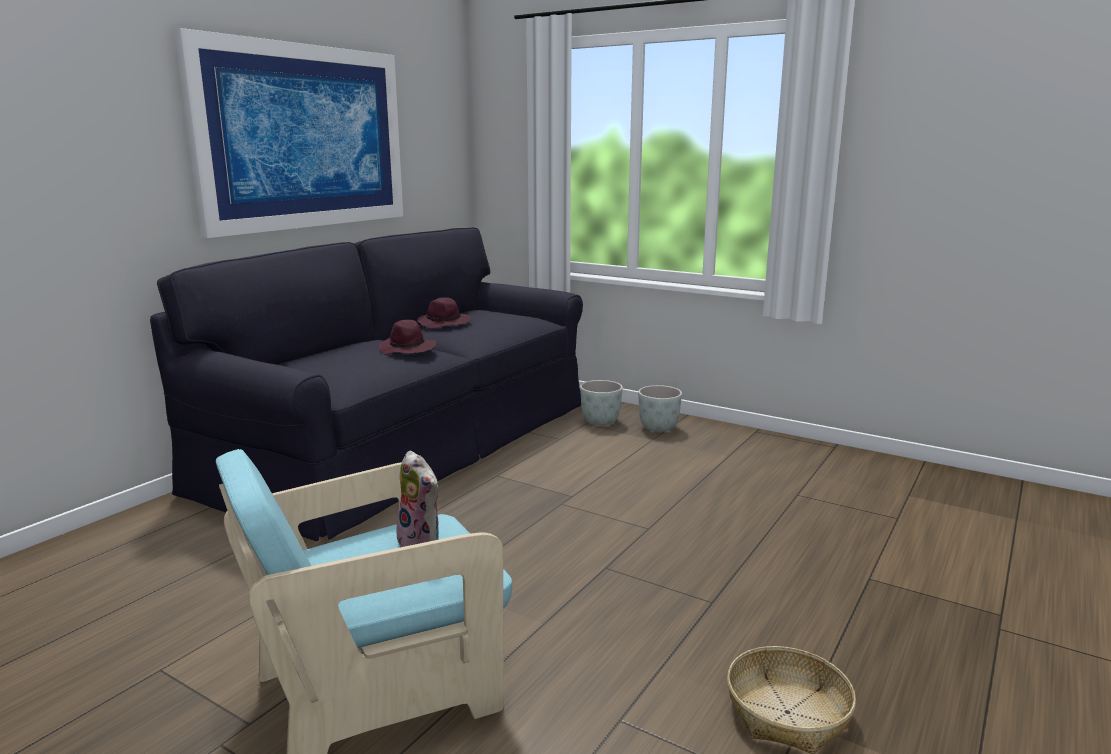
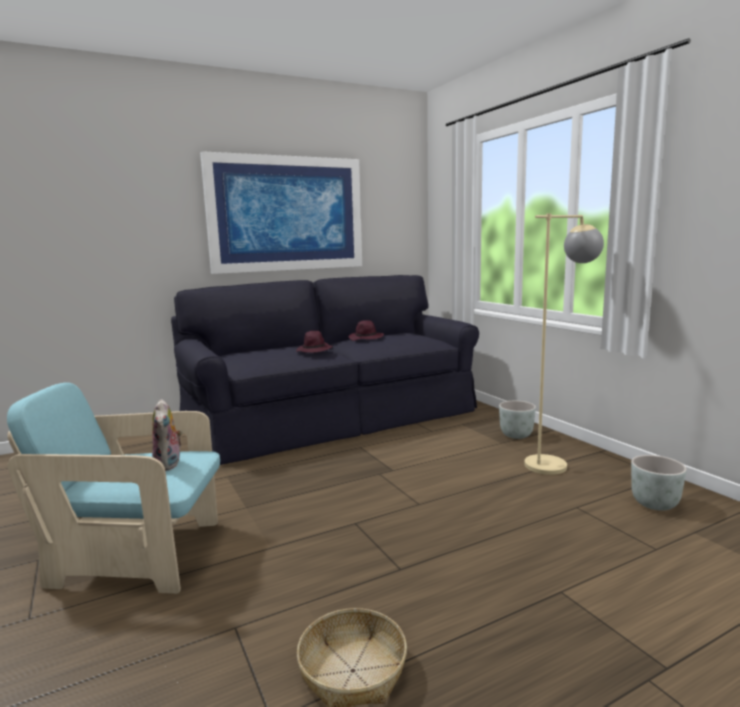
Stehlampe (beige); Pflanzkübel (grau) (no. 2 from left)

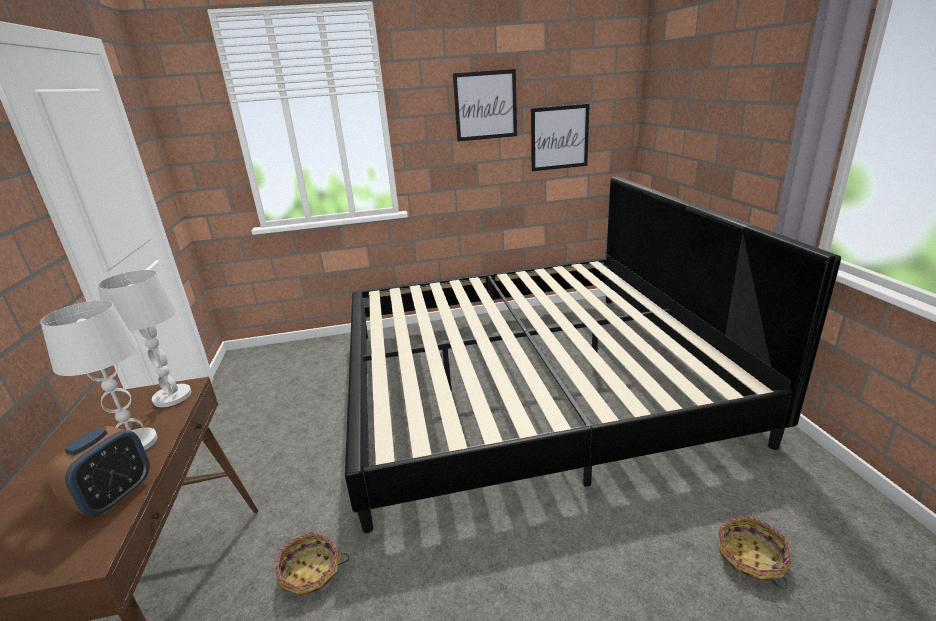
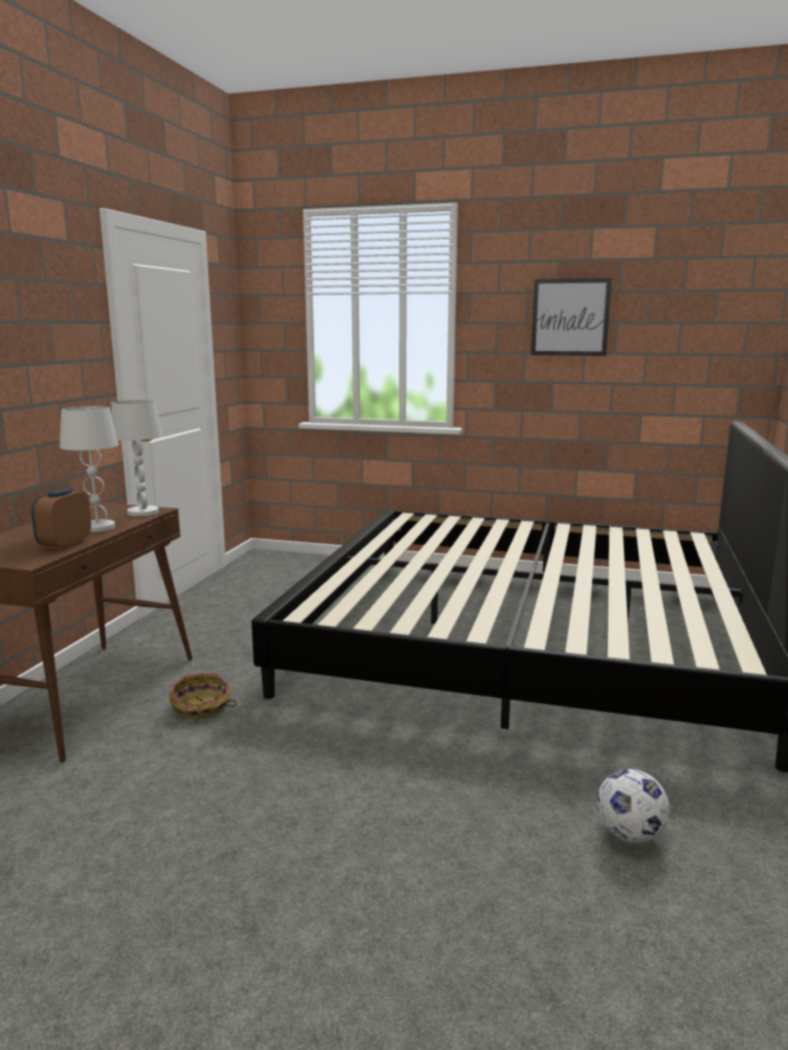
Wecker; Fußball; Bild (no. 2 from left in the first image)

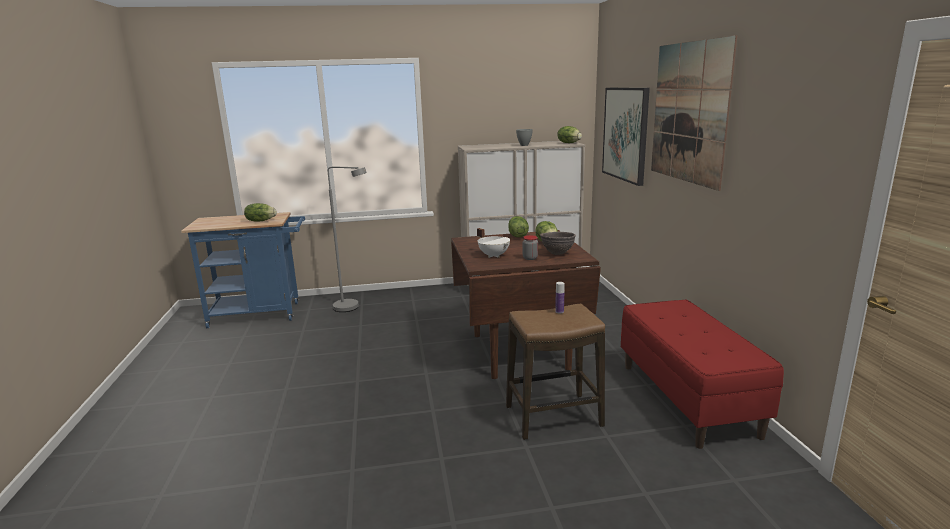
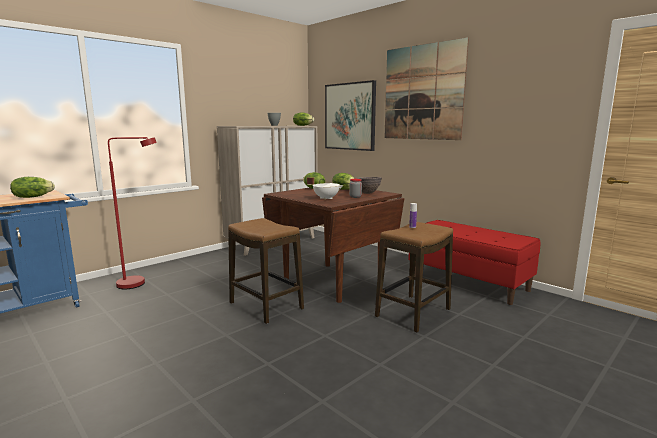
Stehlampe (rot); Hocker (no. 1 from left)

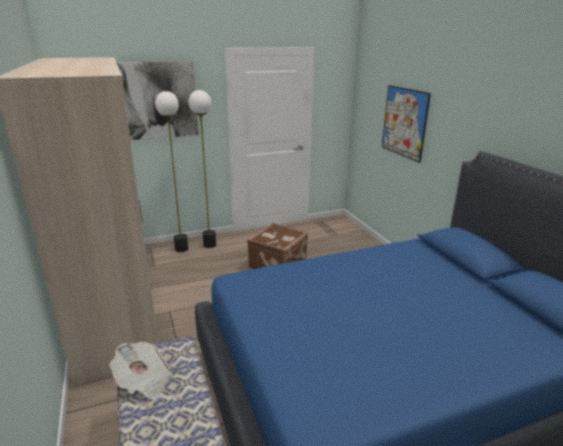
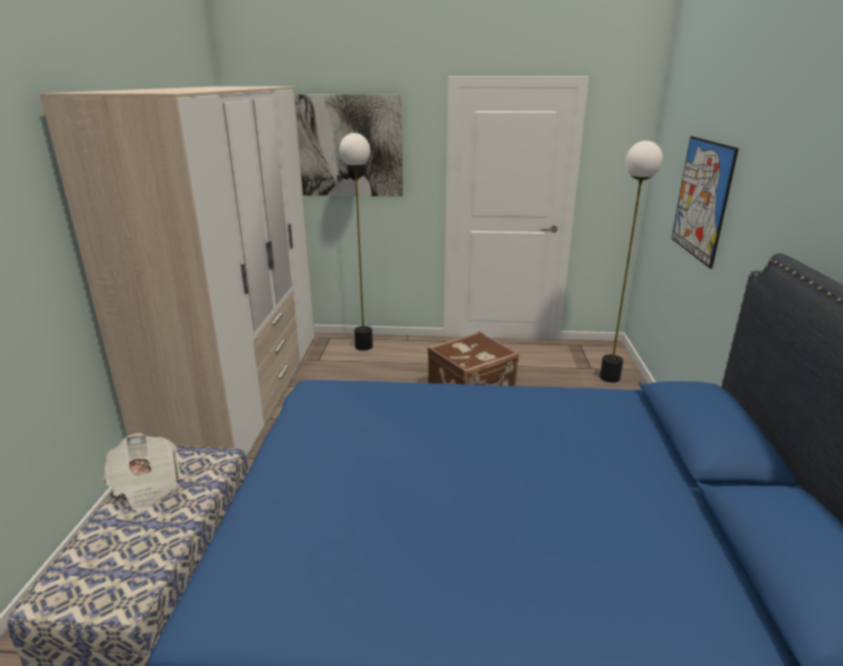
Stehlampe (no. 2 from left)

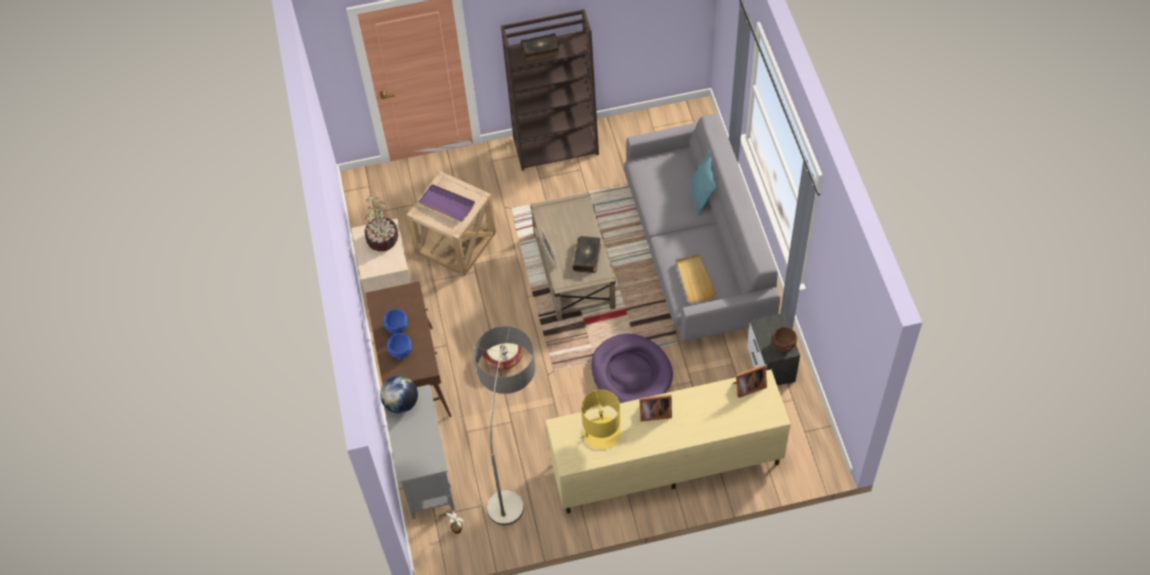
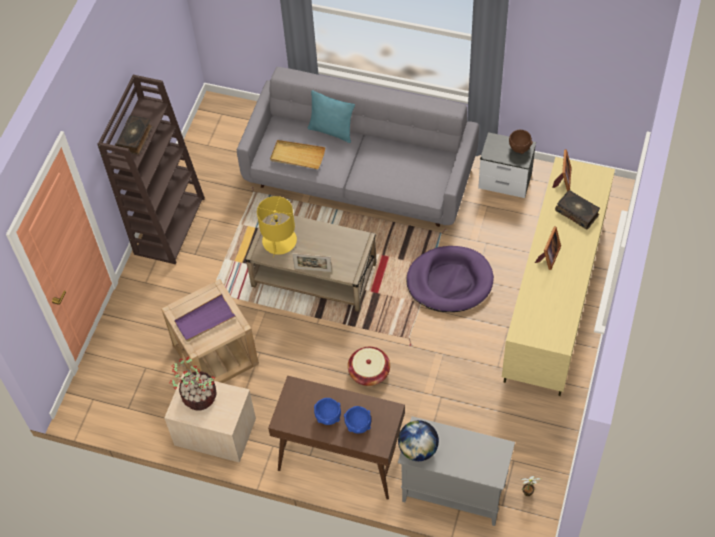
Tischlampe (gelb); Tablett (beige); Buch (no. 2 from left); Stehlampe

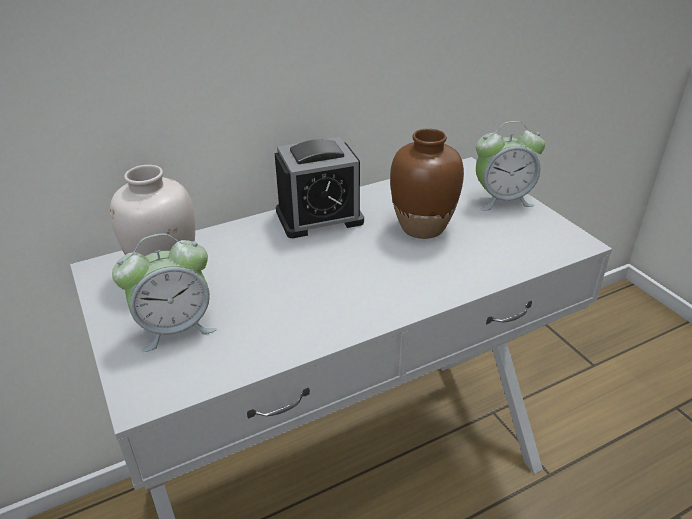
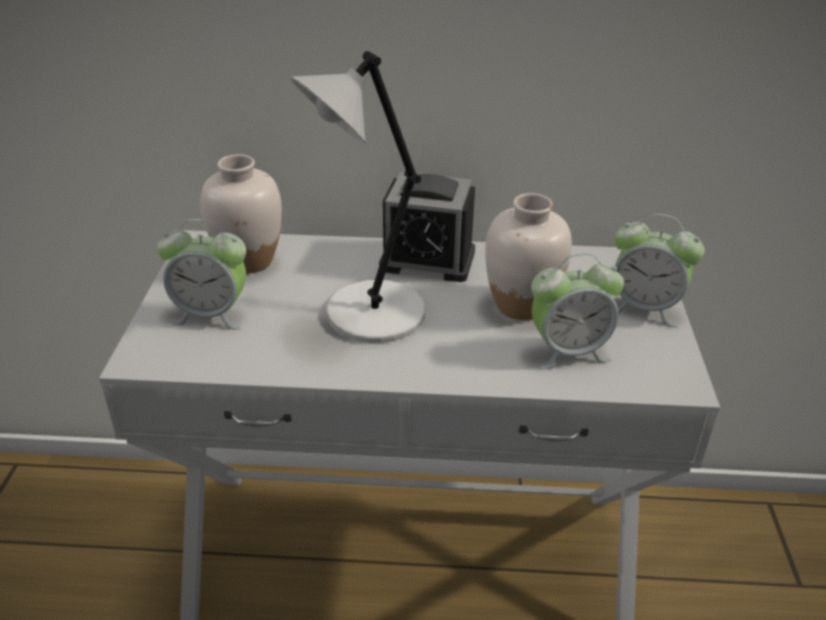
Tischlampe (grau); Vase (weiß) (no. 2 from left); Wecker (no. 3 from left)

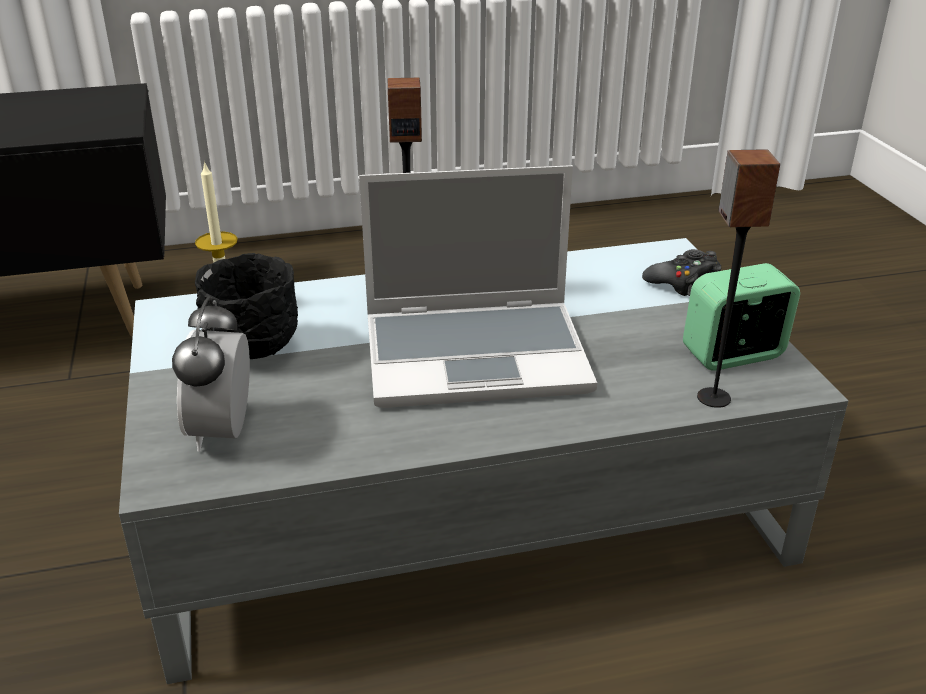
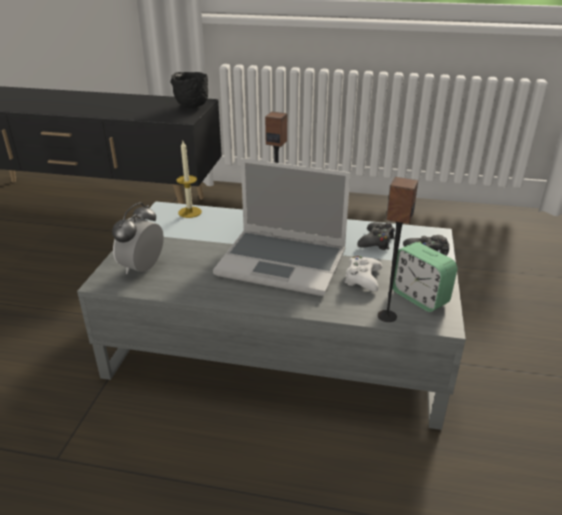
Schüssel (schwarz); Gamepad (weiß); Gamepad (schwarz) (no. 1 from left); Wecker (no. 2 from left)

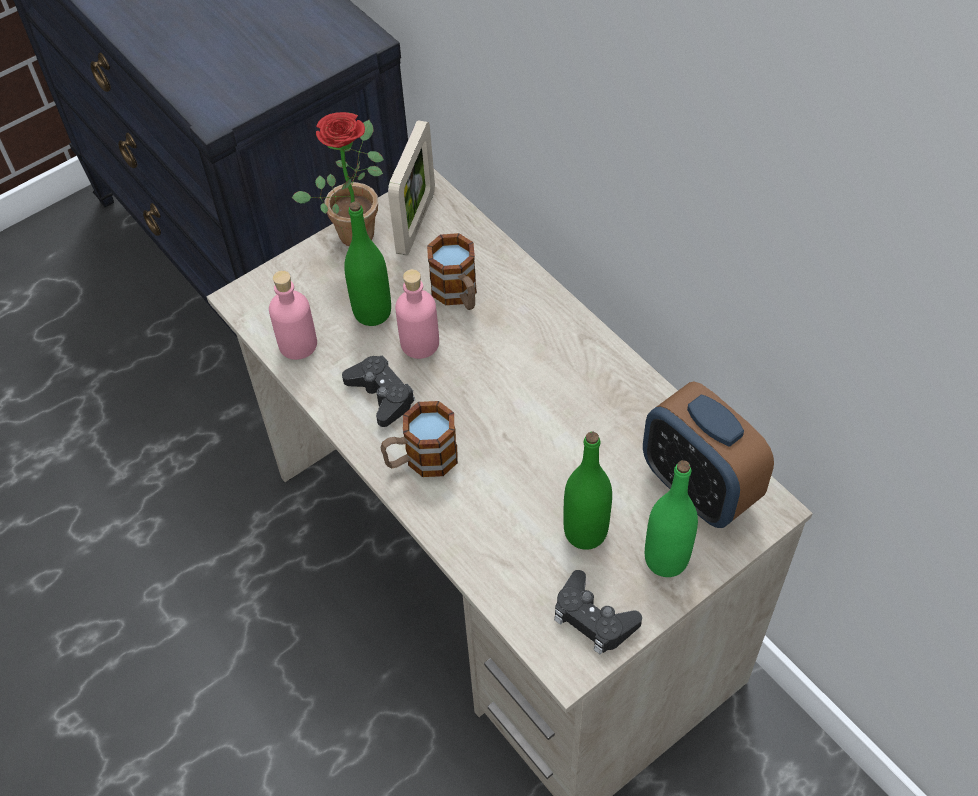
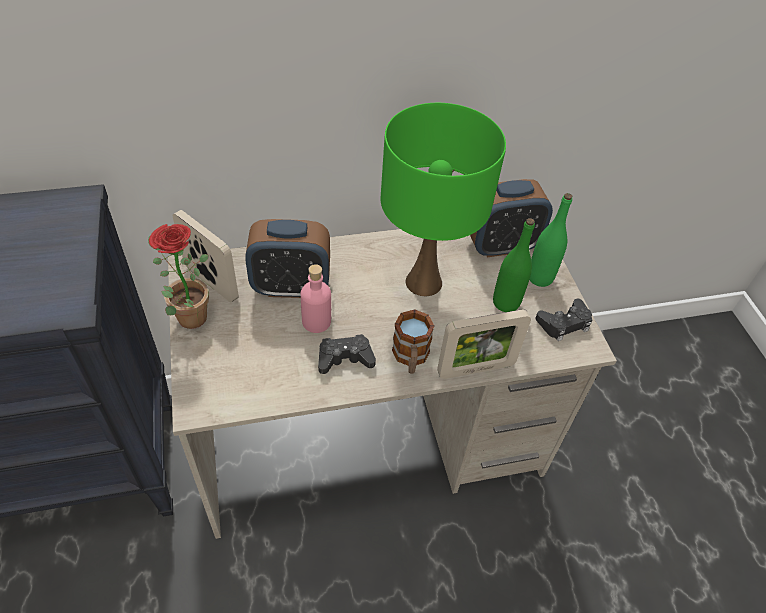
Wecker (no. 1 from left); Tischlampe (grün); Bilderrahmen (no. 2 from left); Flasche (rosa) (no. 1 from left in the first image); Flasche (grün) (no. 1 from left in the first image)

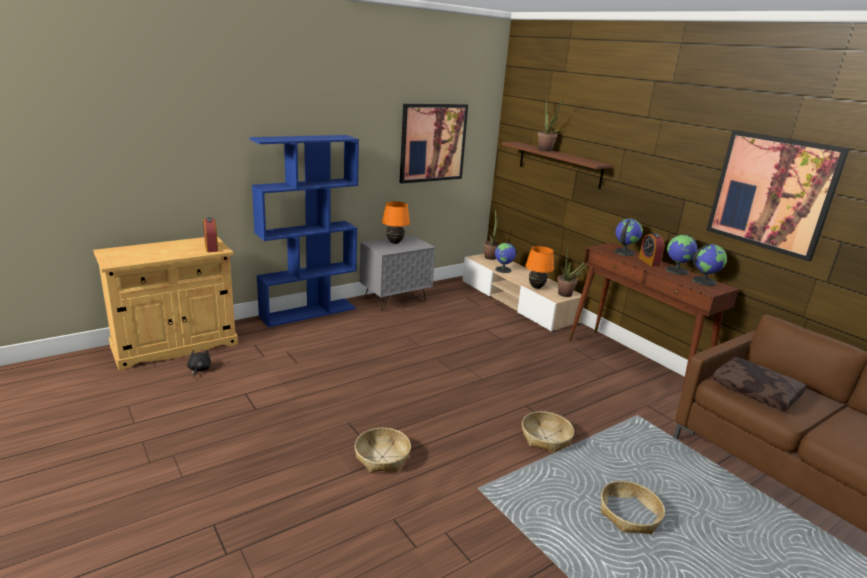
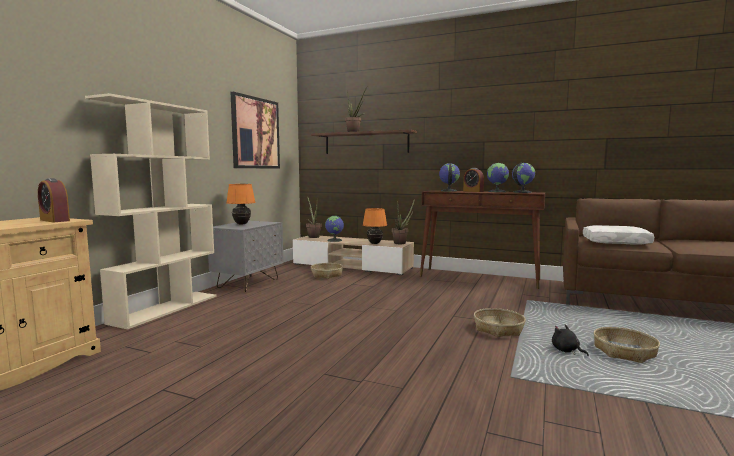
Bücherregal (beige); Korb (no. 1 from left); Plüschtier (schwarz); Kissen (weiß); Bild (no. 2 from left in the first image)

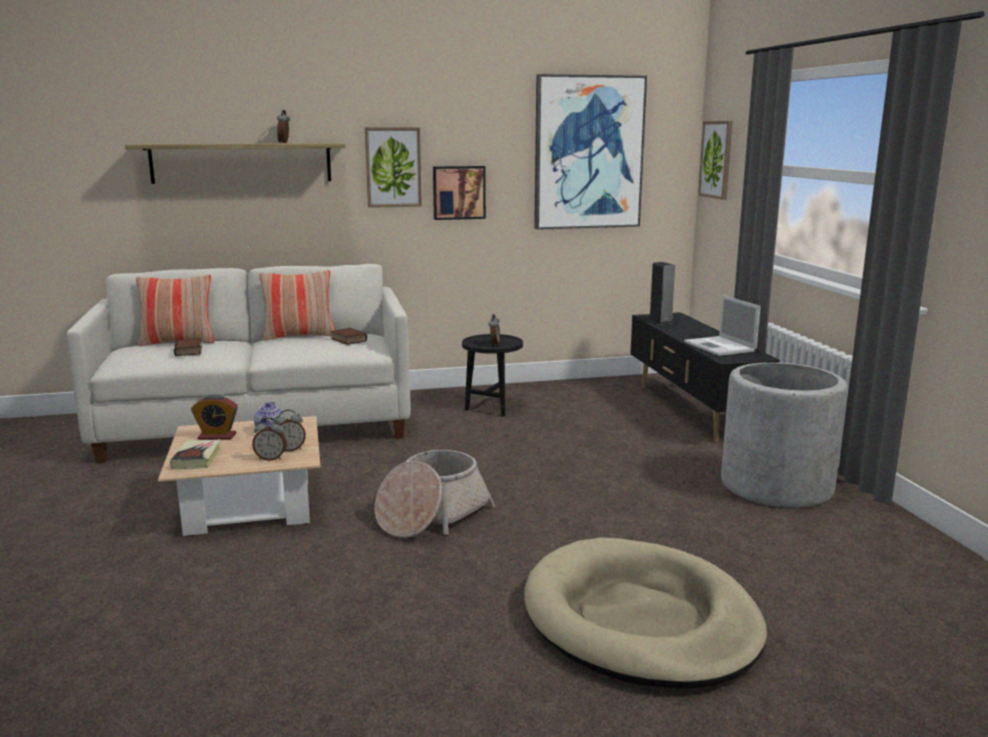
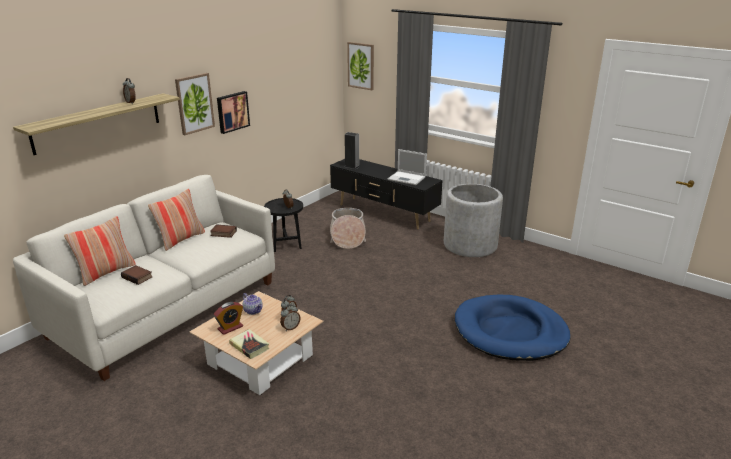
Korb; Hundebett (blau); Bild (no. 3 from left in the first image)

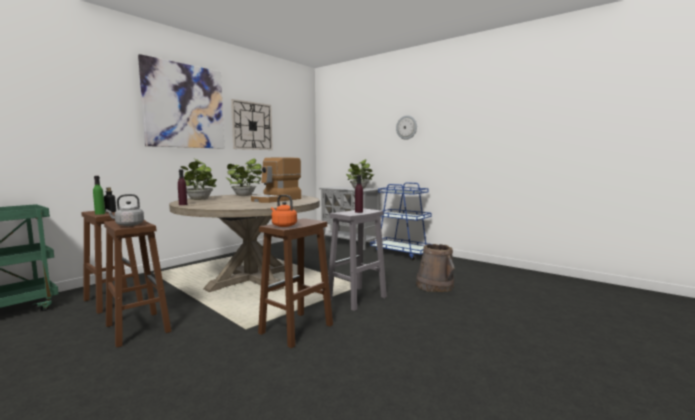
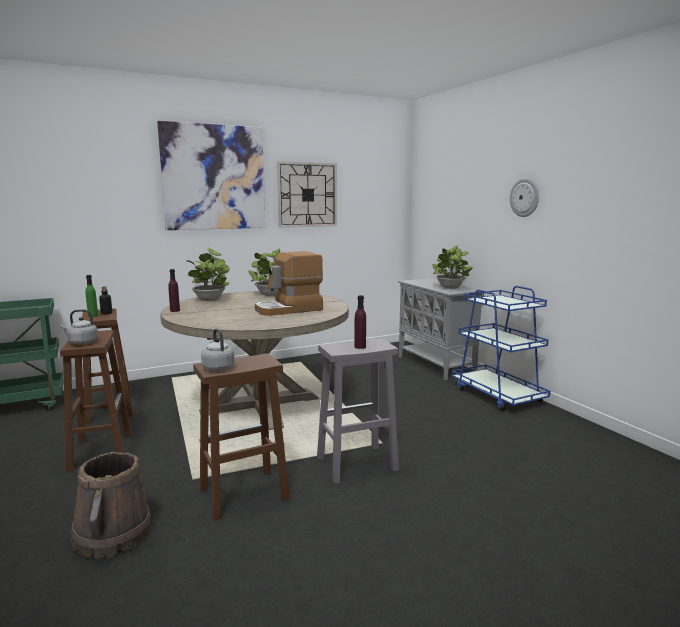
Eimer (braun); Wasserkessel (grau) (no. 2 from left)

